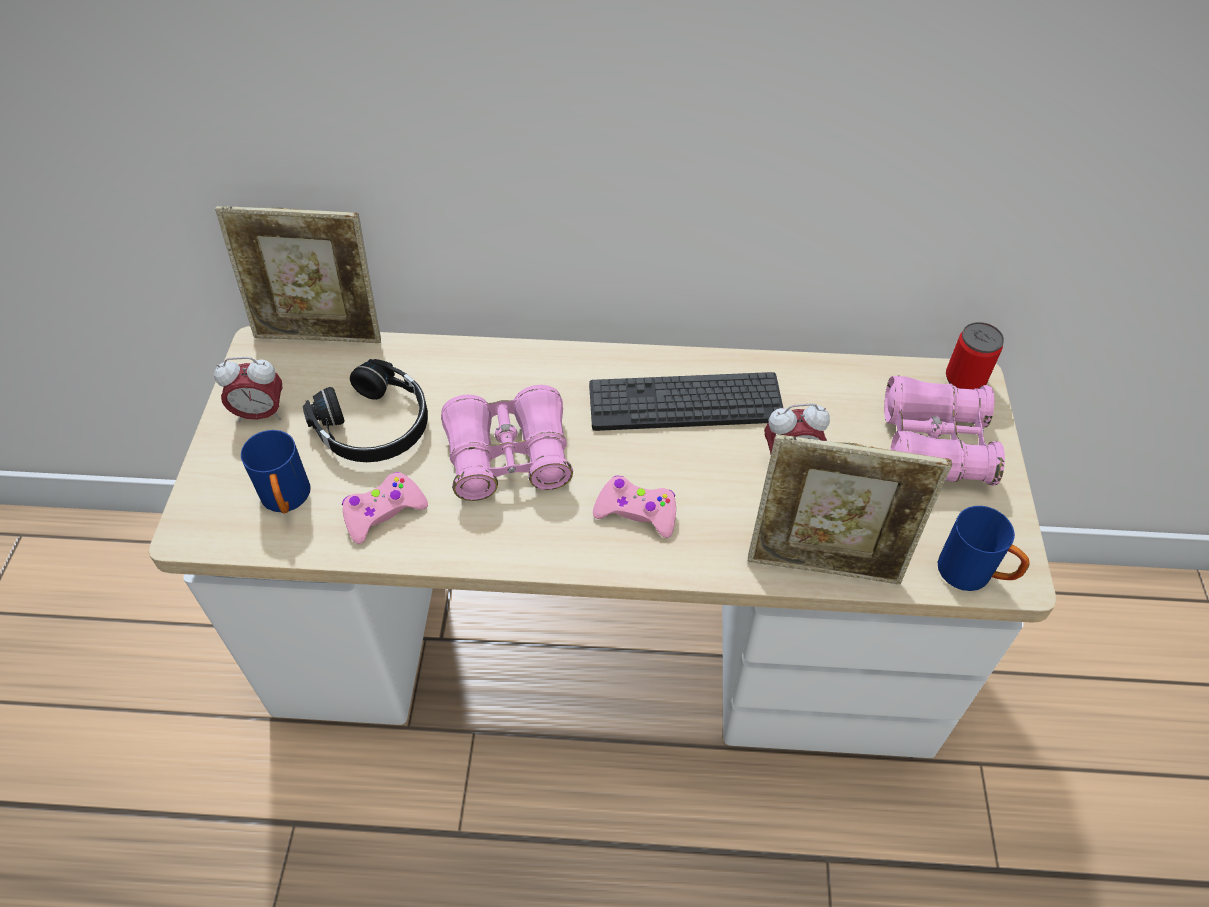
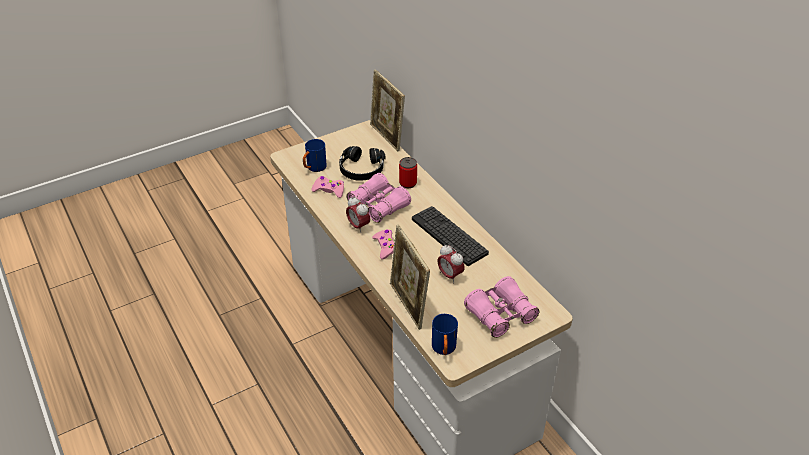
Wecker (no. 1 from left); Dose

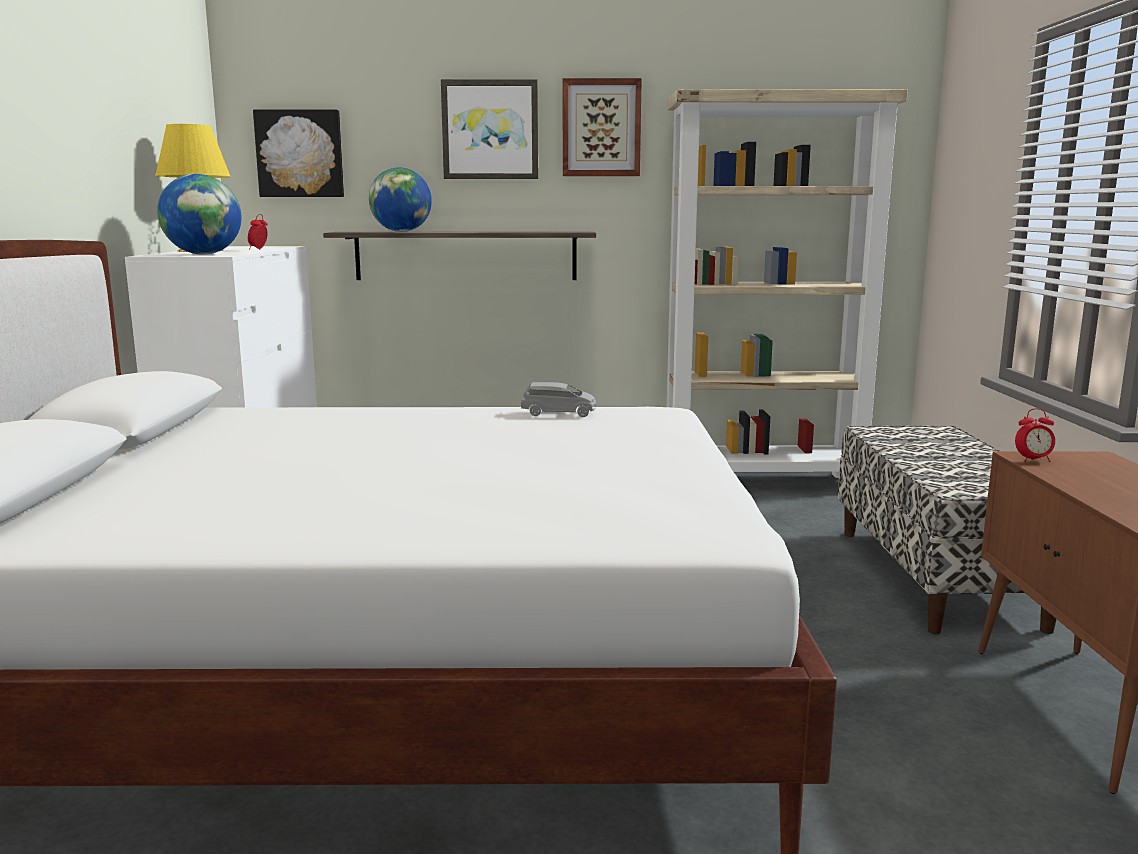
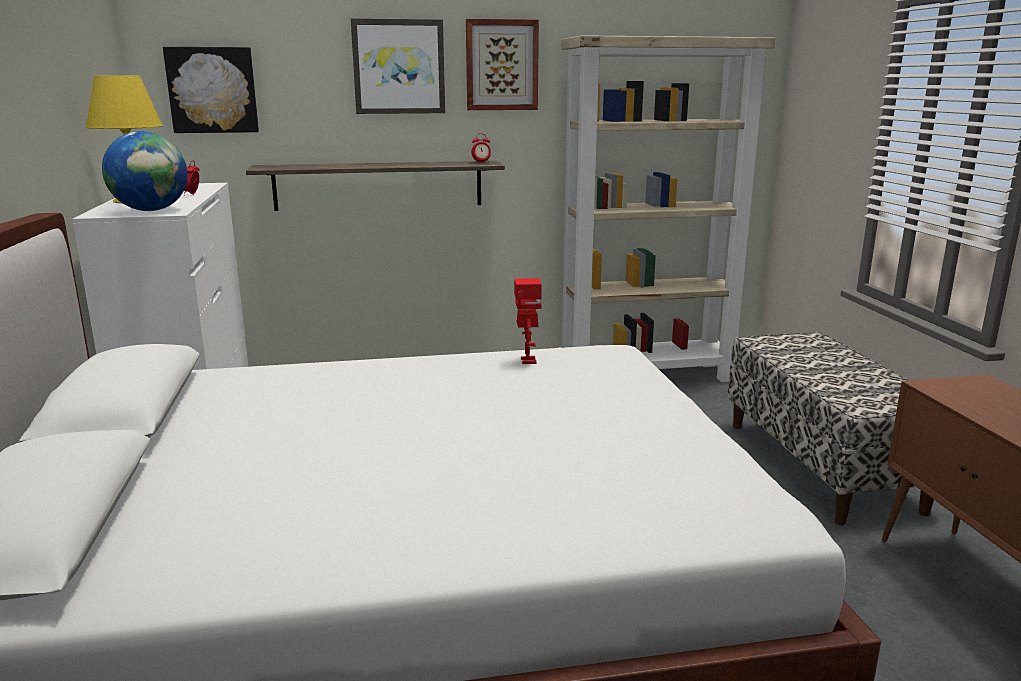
Wecker (no. 2 from left); Spielzeugroboter; Globus (no. 2 from left in the first image)

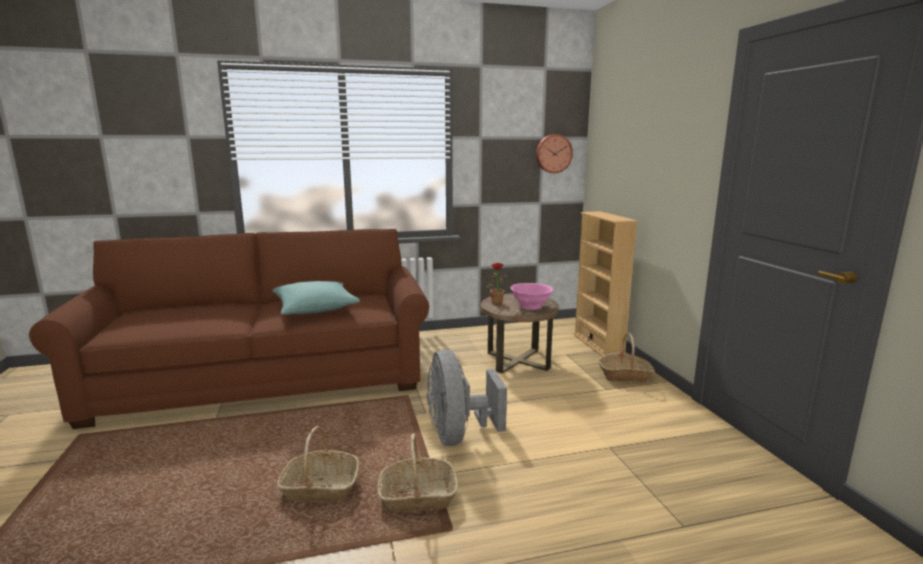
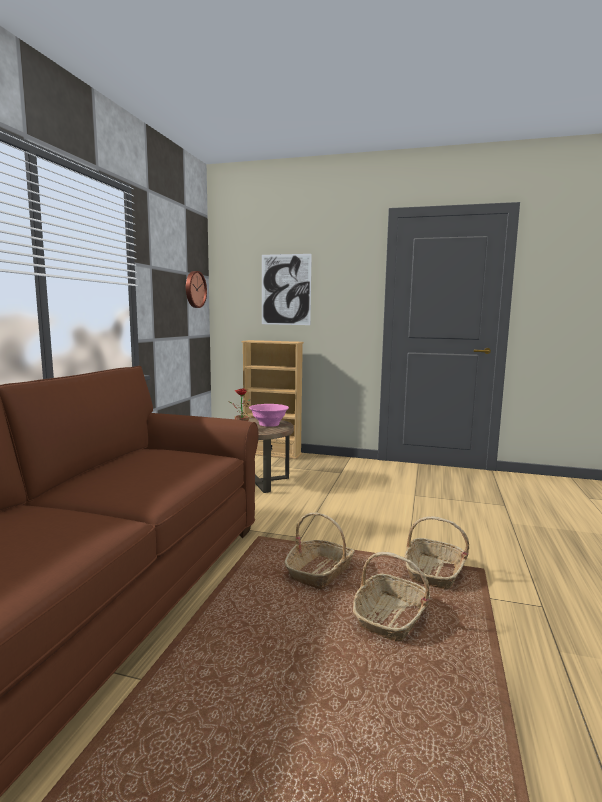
Bild; Korb (no. 1 from left); Kissen (türkis); Ventilator (grau)

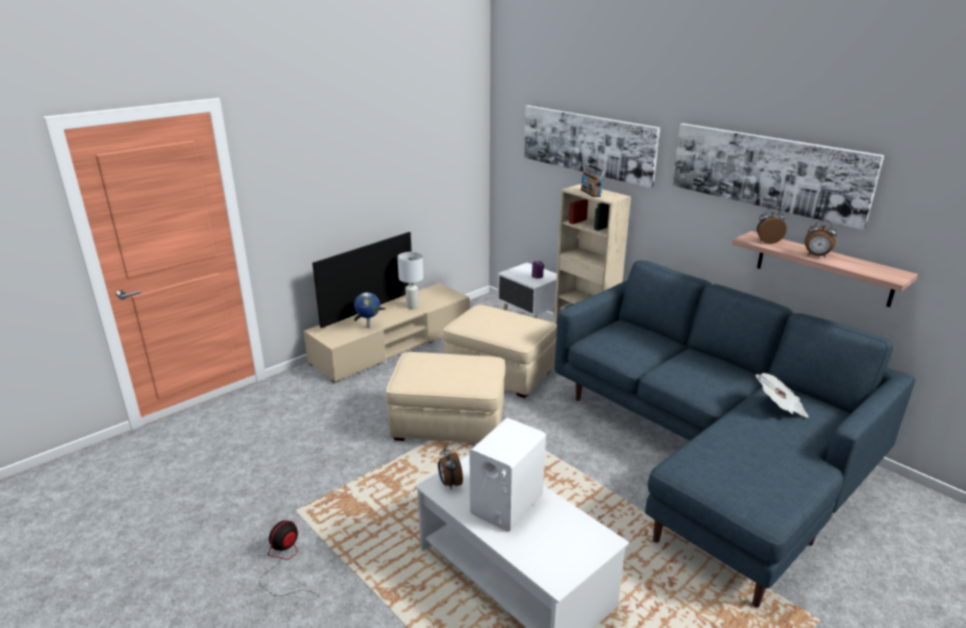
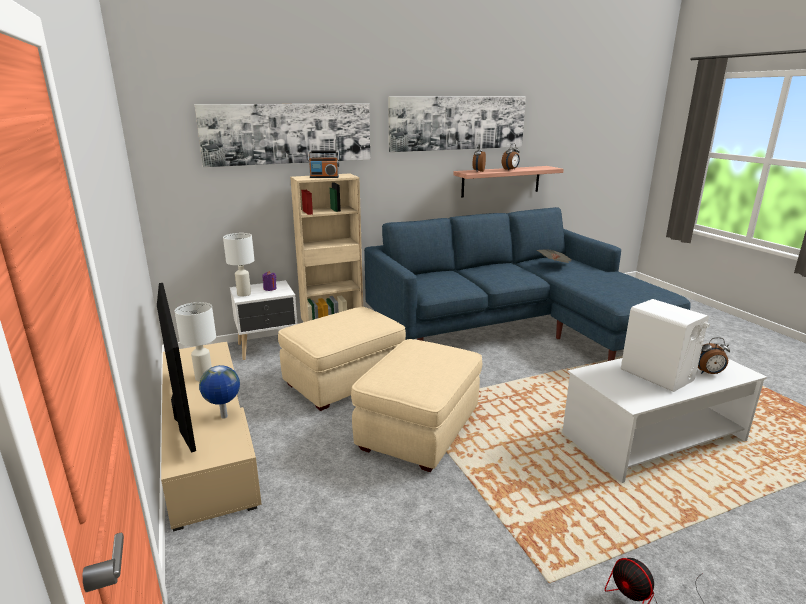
Tischlampe (weiß) (no. 2 from left); Wecker (no. 3 from left)

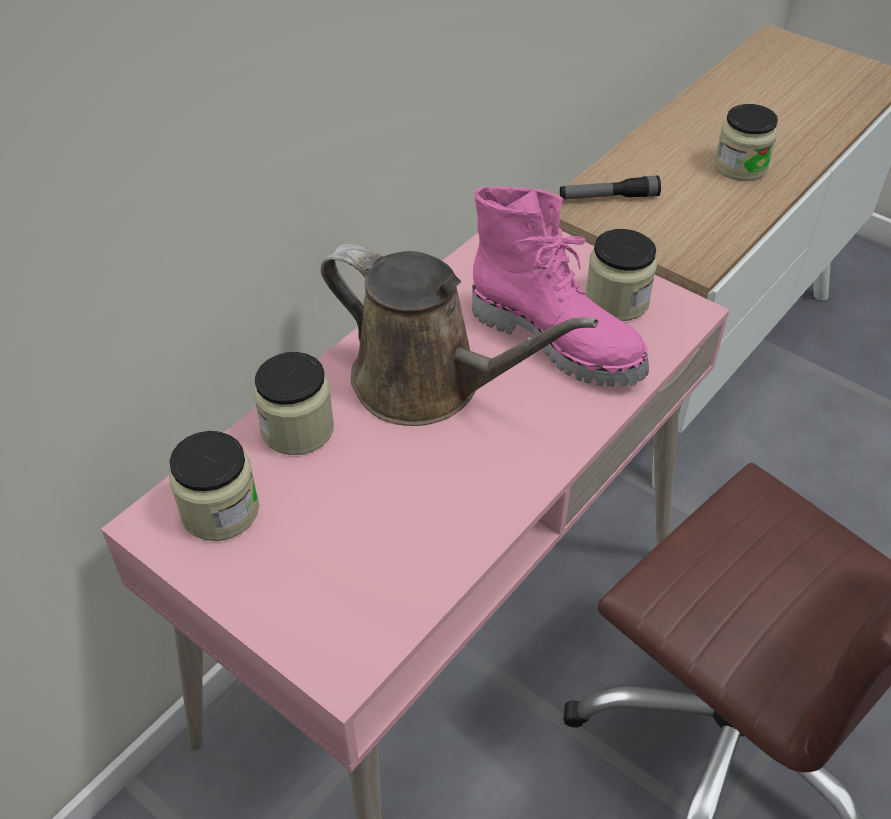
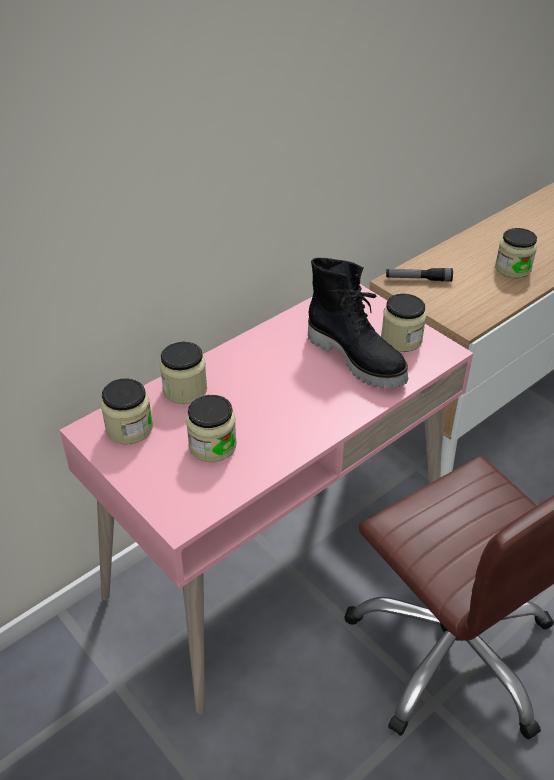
Vorratsglas (no. 3 from left); Stiefel (schwarz); Gießkanne (braun)

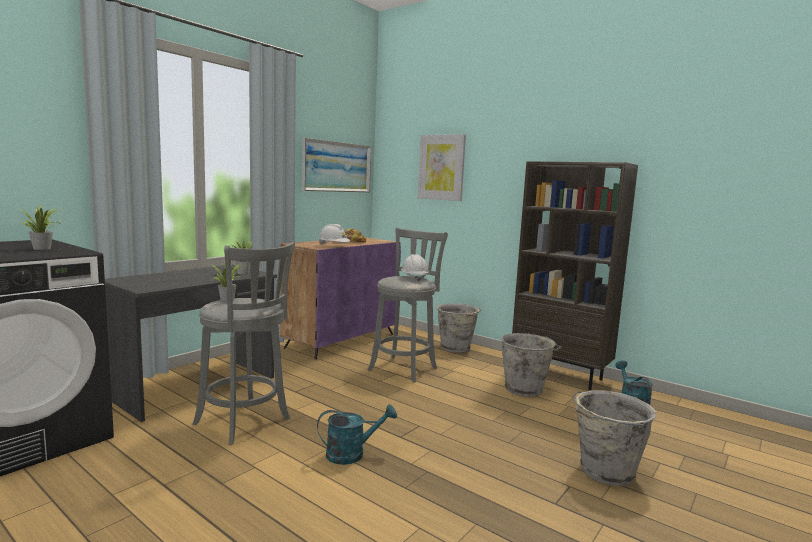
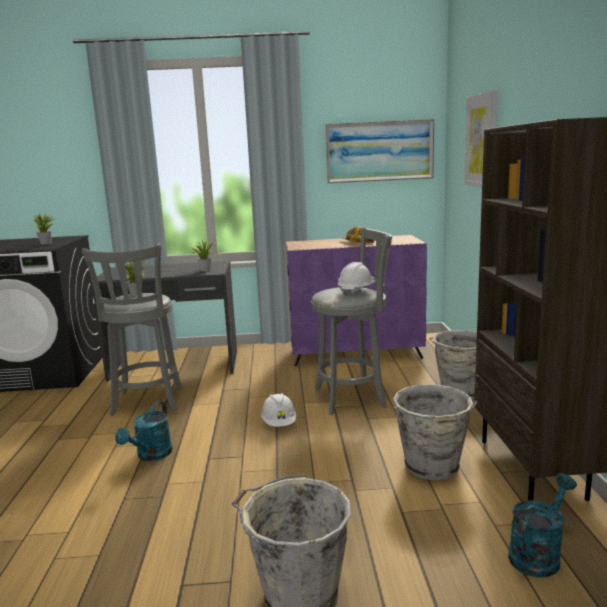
Gießkanne (türkis) (no. 1 from left); Schutzhelm (weiß) (no. 1 from left)

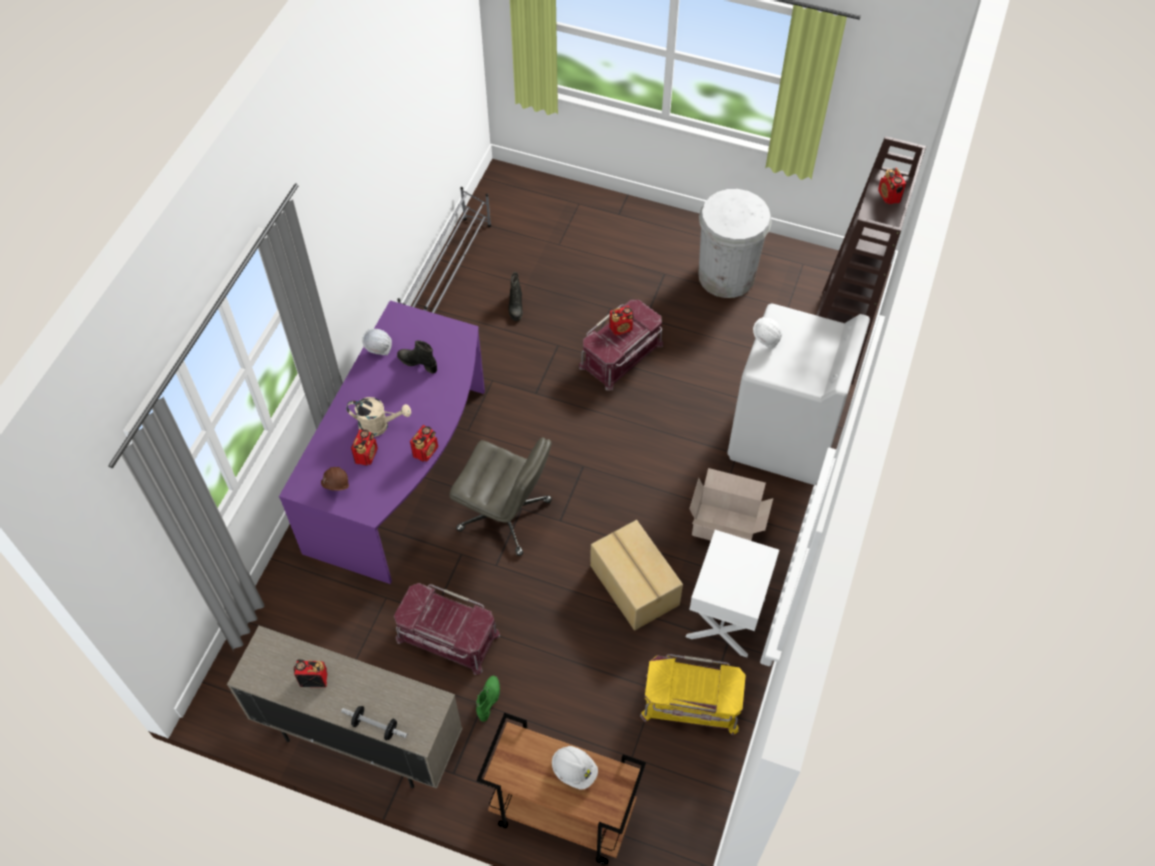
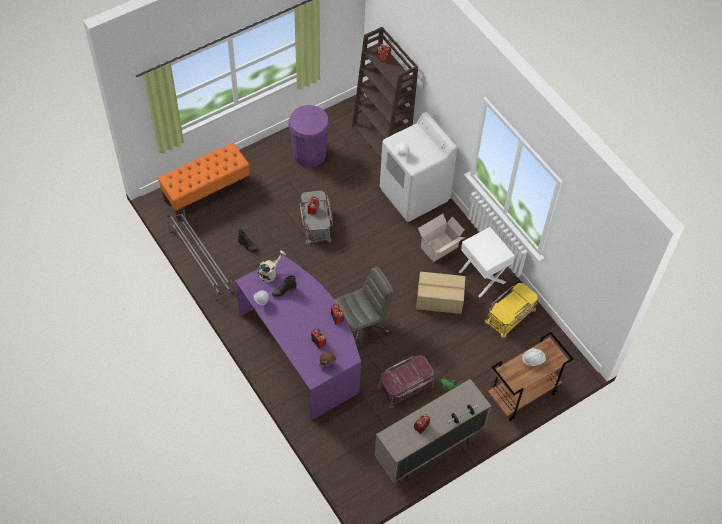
Bank (orange); Gießkanne (beige); Mülleimer (lila); Aufbewahrungsbox (grau)

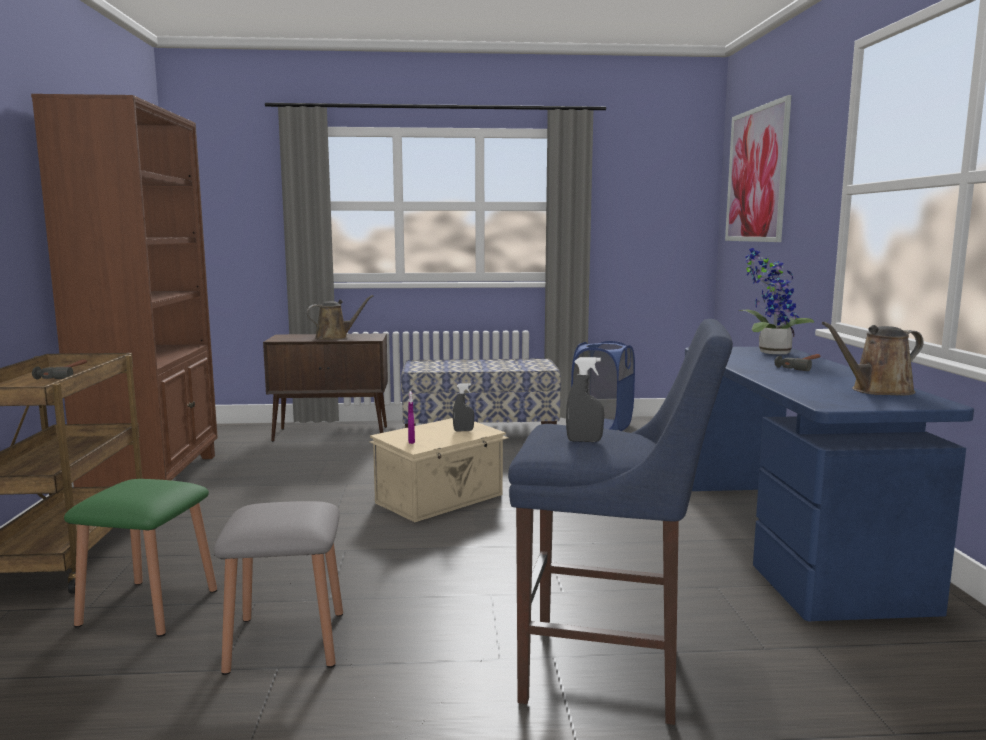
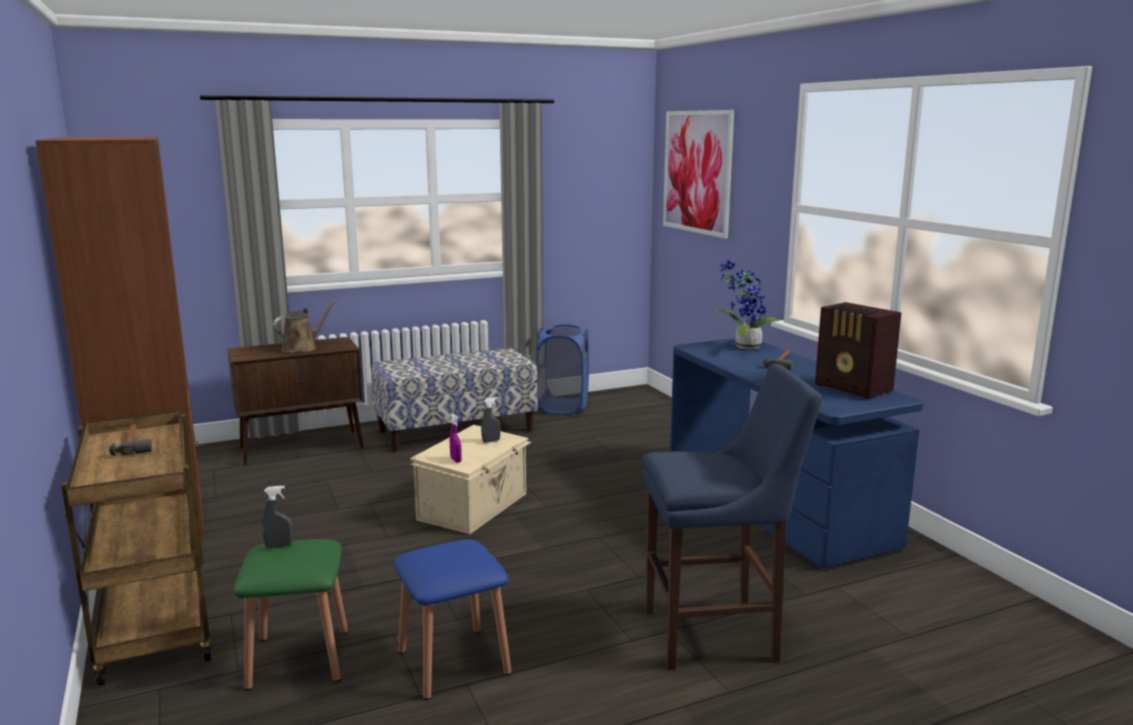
Sprühflasche (grau) (no. 1 from left); Hocker (blau) (no. 1 from left); Radio

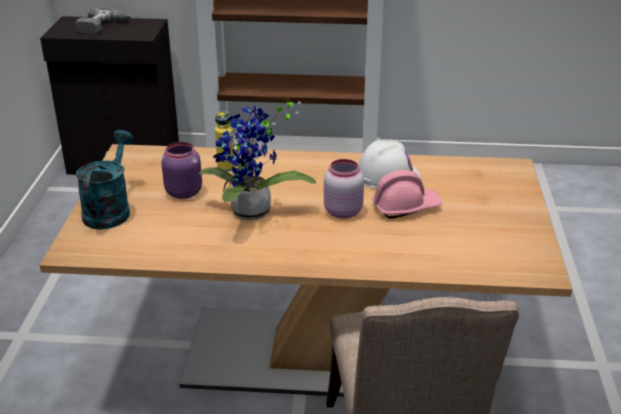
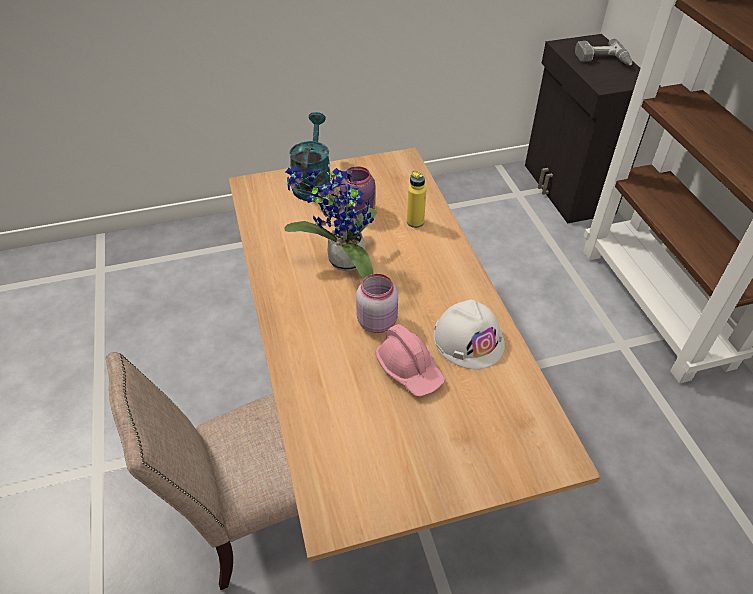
Gießkanne (türkis)

